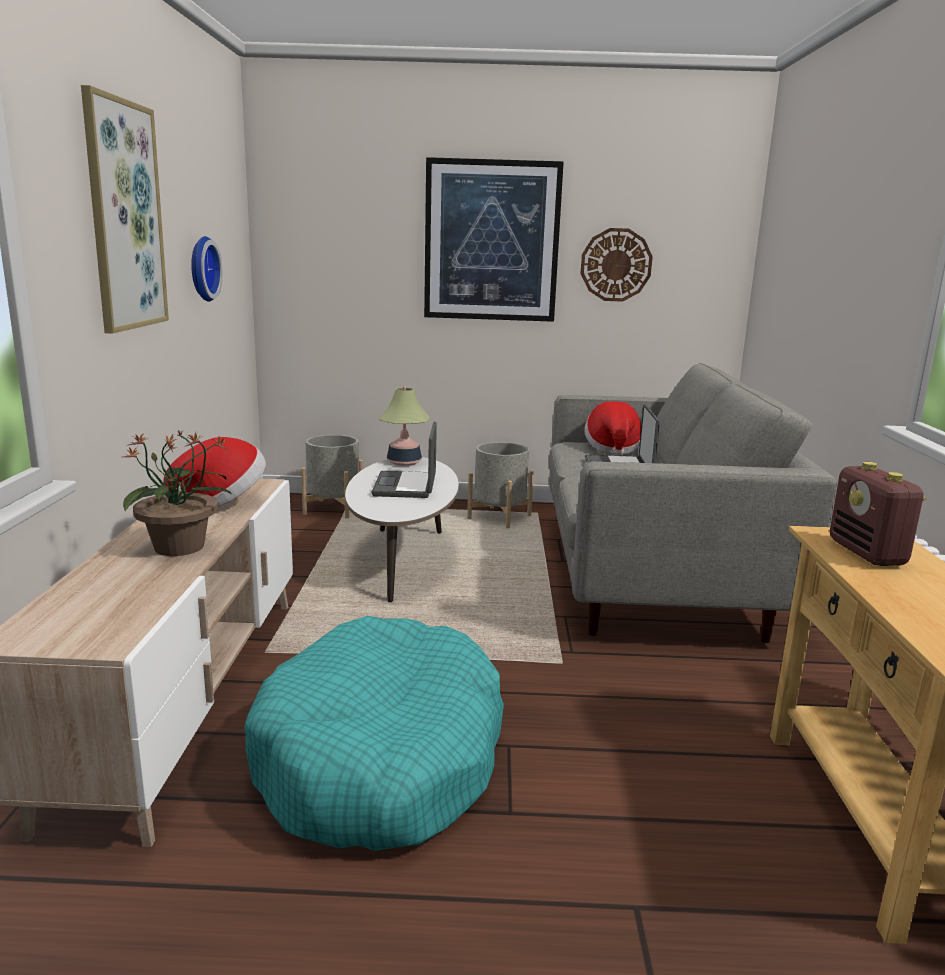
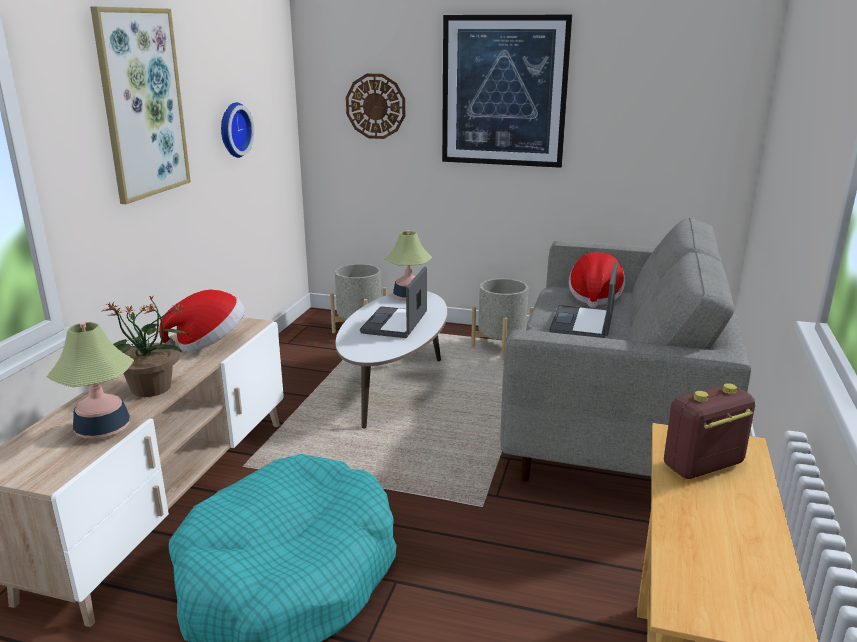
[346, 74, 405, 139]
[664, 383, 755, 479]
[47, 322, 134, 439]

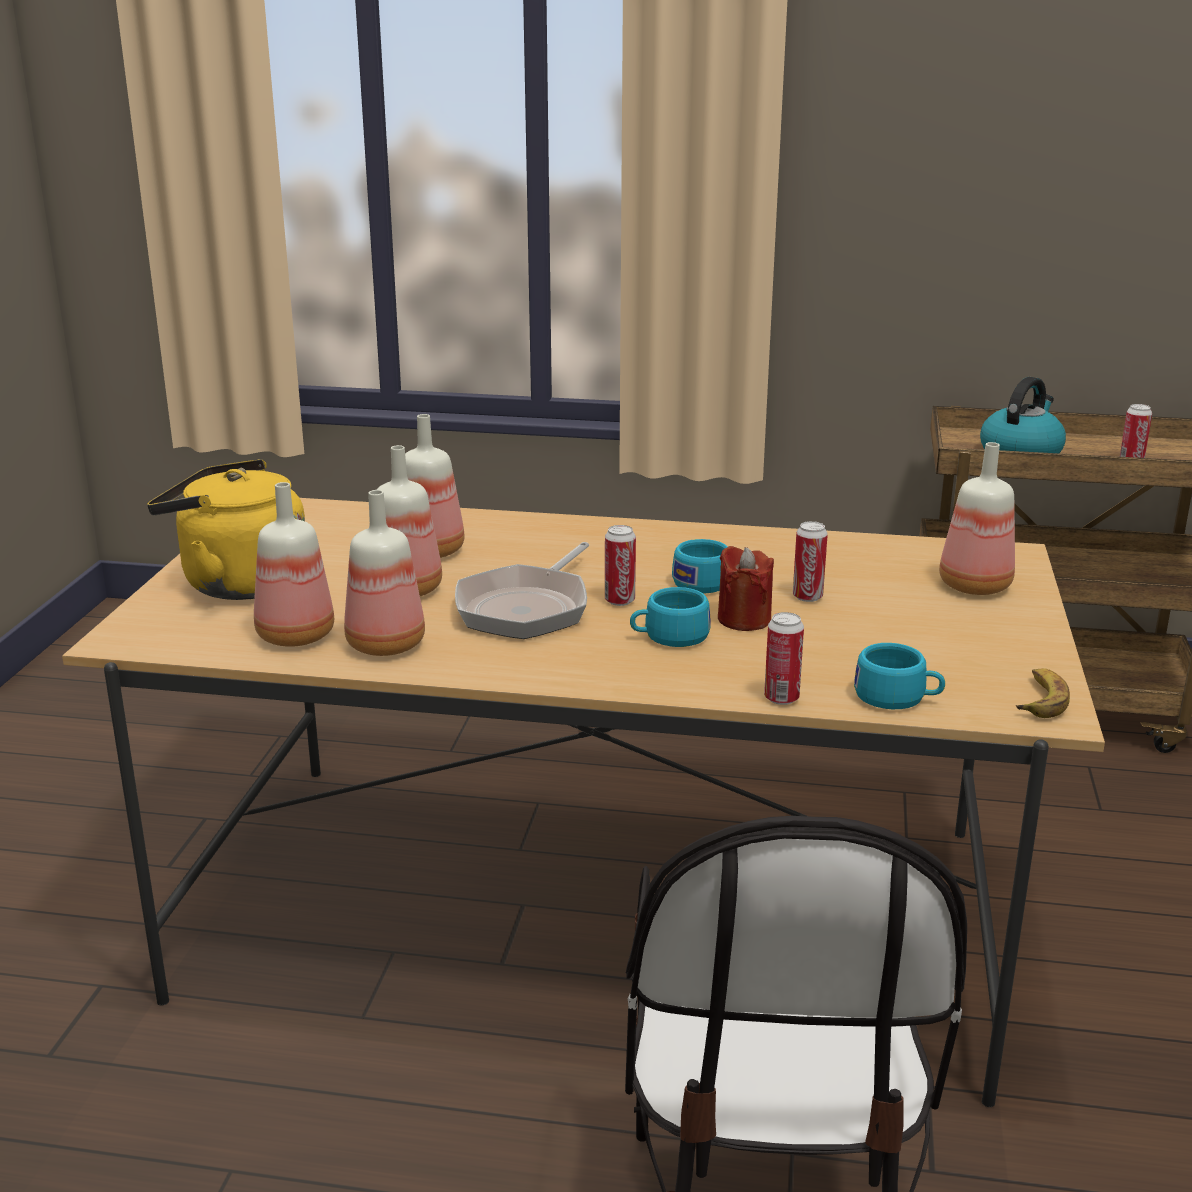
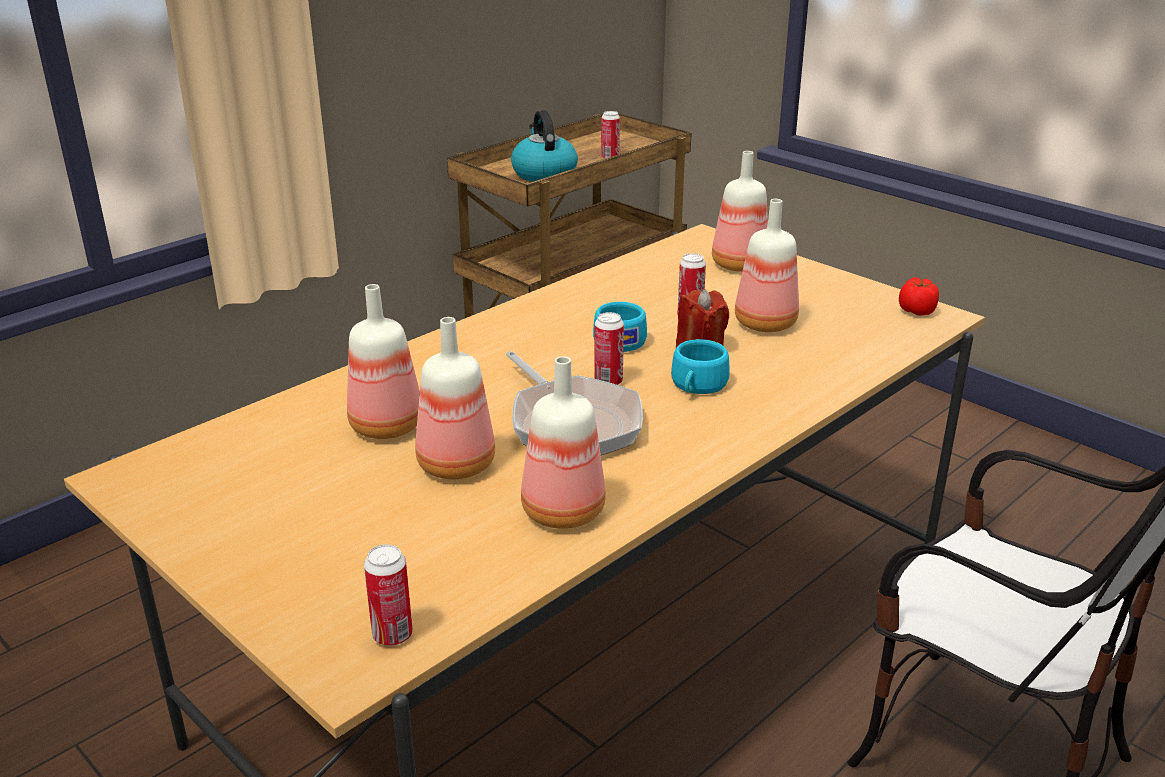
[147, 459, 305, 600] (first image)
[735, 199, 799, 332]
[364, 544, 413, 646]
[854, 643, 945, 709] (first image)
[899, 277, 939, 315]

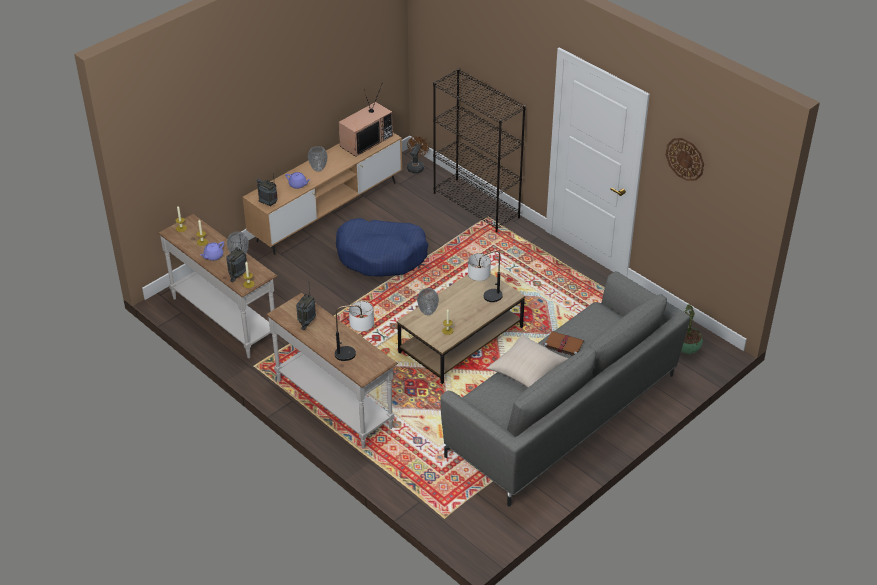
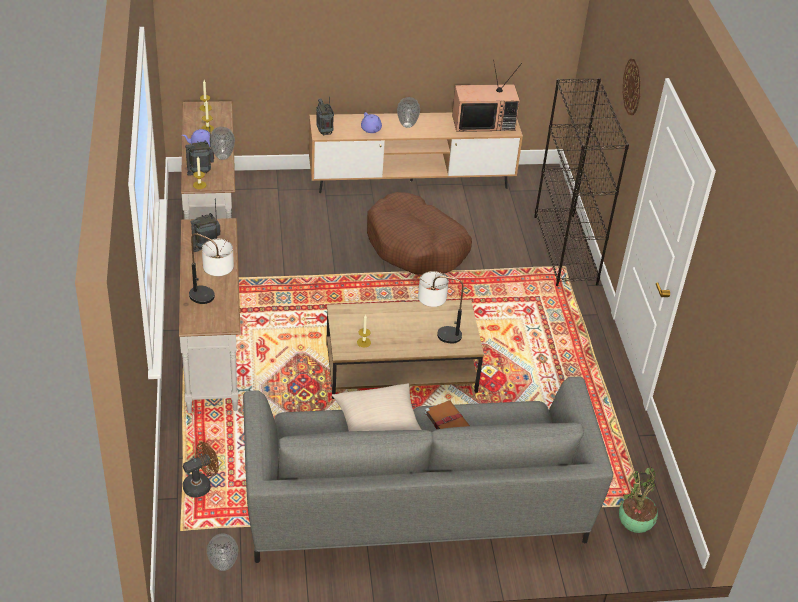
[367, 192, 472, 275]
[183, 442, 219, 498]
[207, 533, 238, 571]
[623, 59, 641, 115]

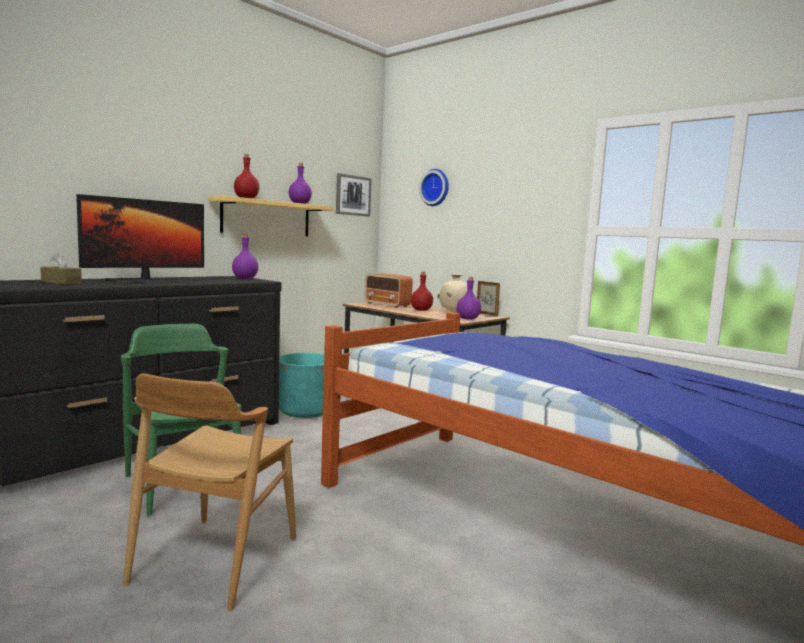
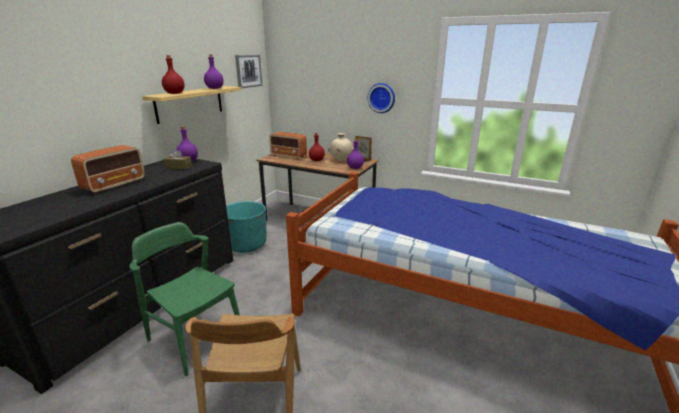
[163, 149, 192, 169]
[71, 145, 145, 194]
[368, 83, 395, 113]

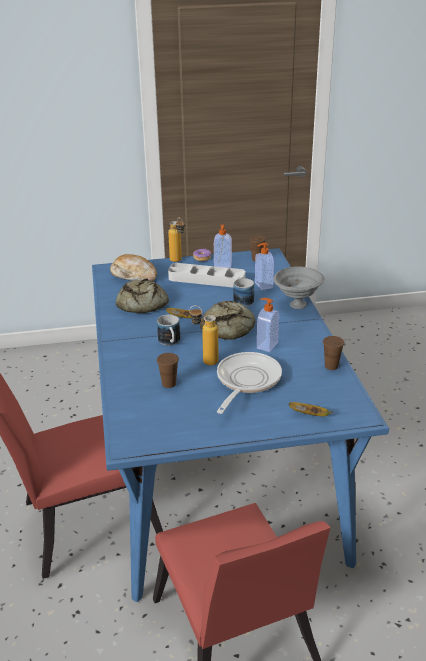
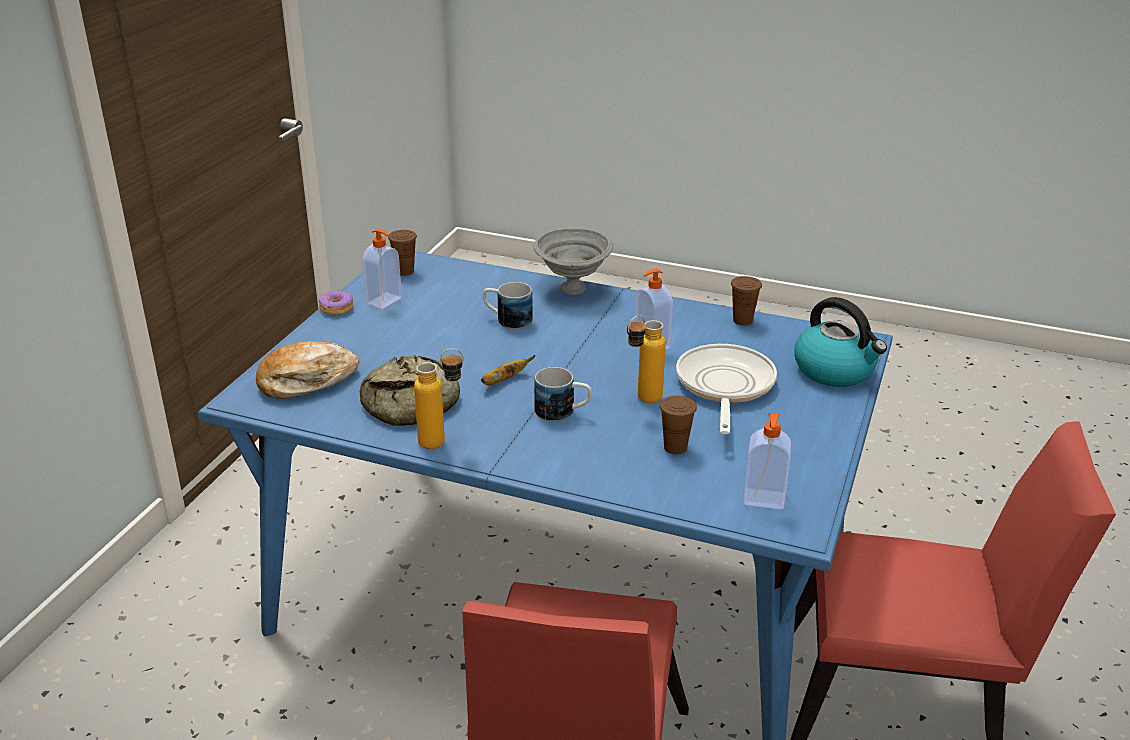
[414, 349, 464, 449]
[168, 263, 246, 288] (first image)
[200, 301, 256, 340] (first image)
[676, 344, 777, 434]
[743, 413, 791, 509]
[794, 297, 887, 387]

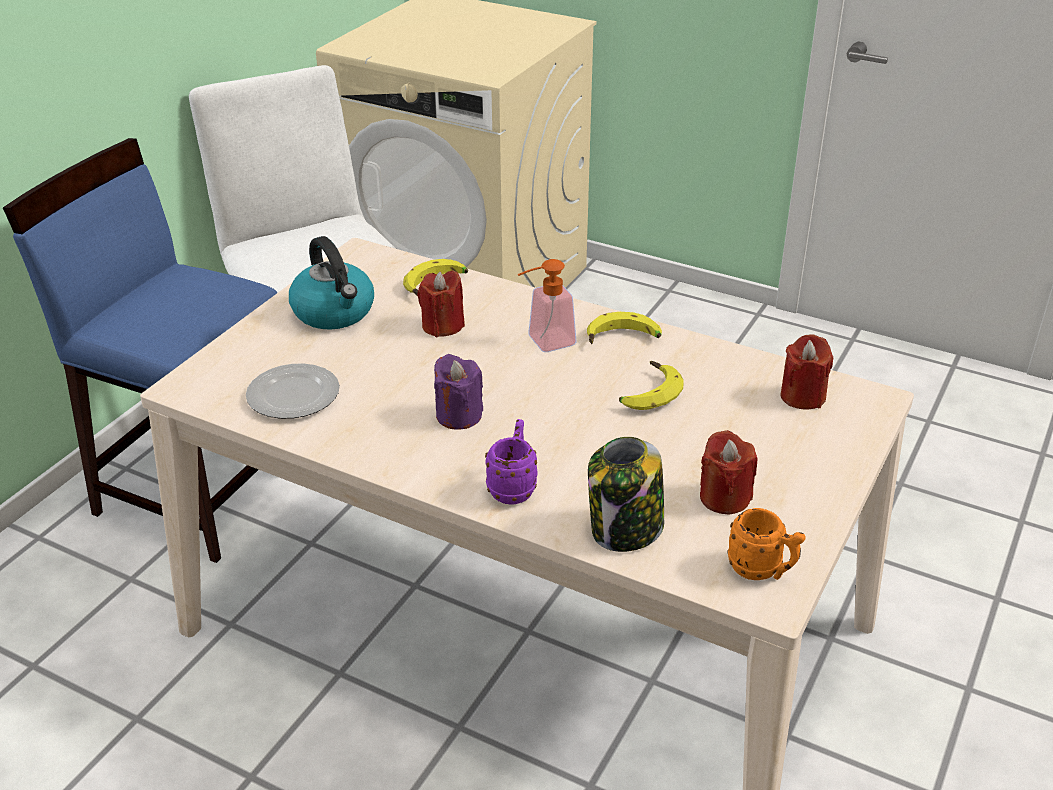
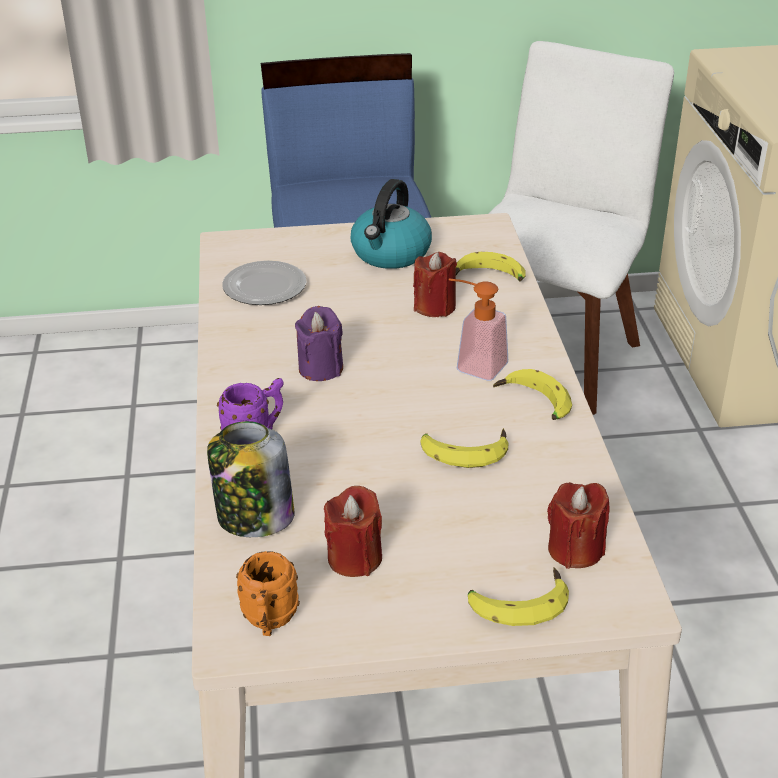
[468, 567, 569, 626]

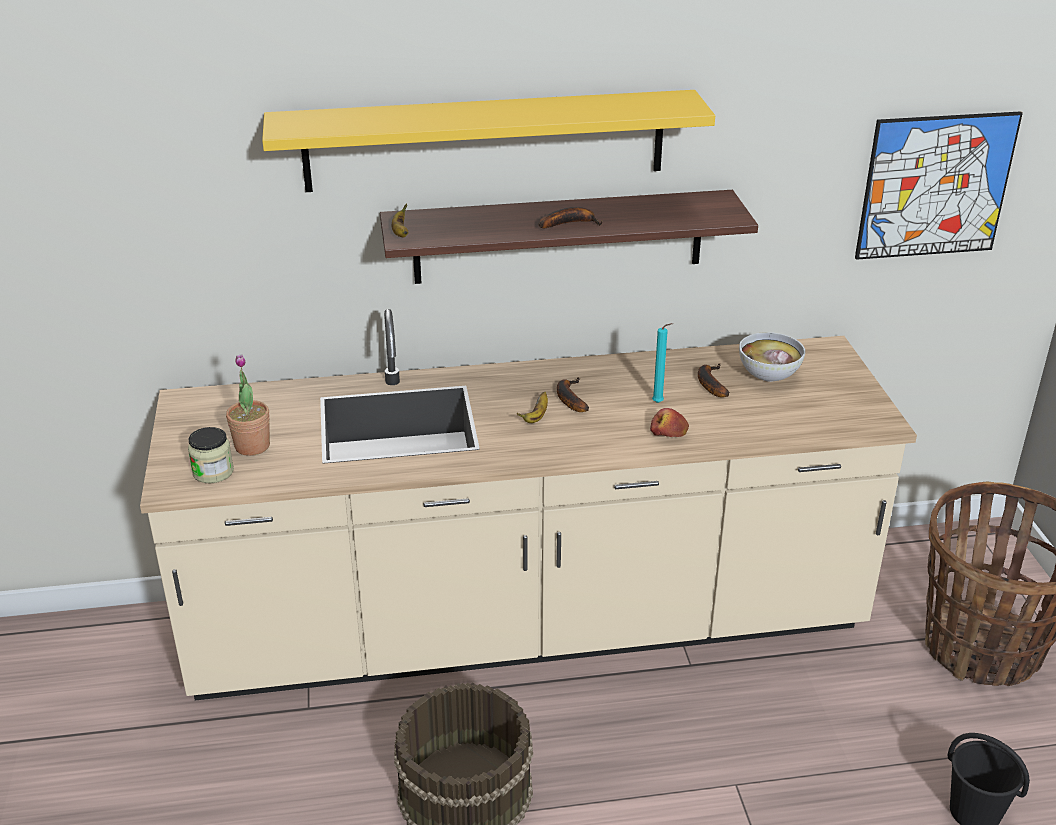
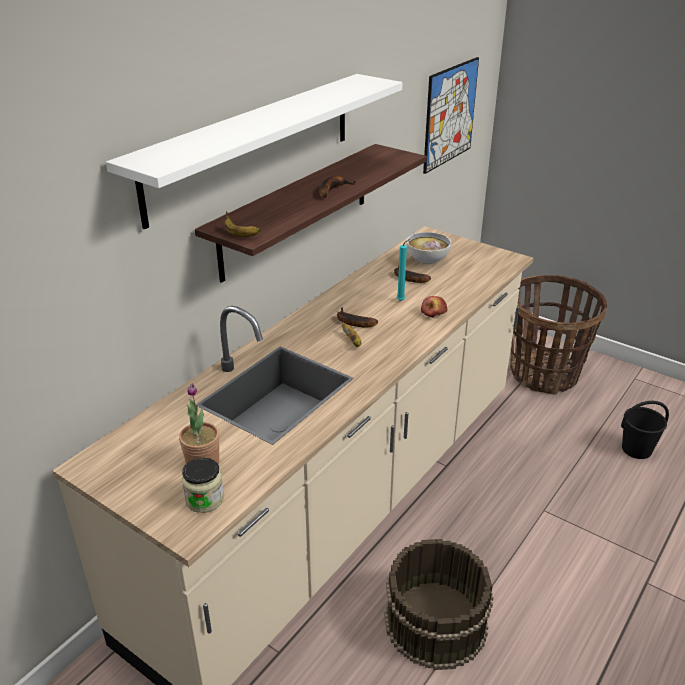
[106, 74, 402, 229]

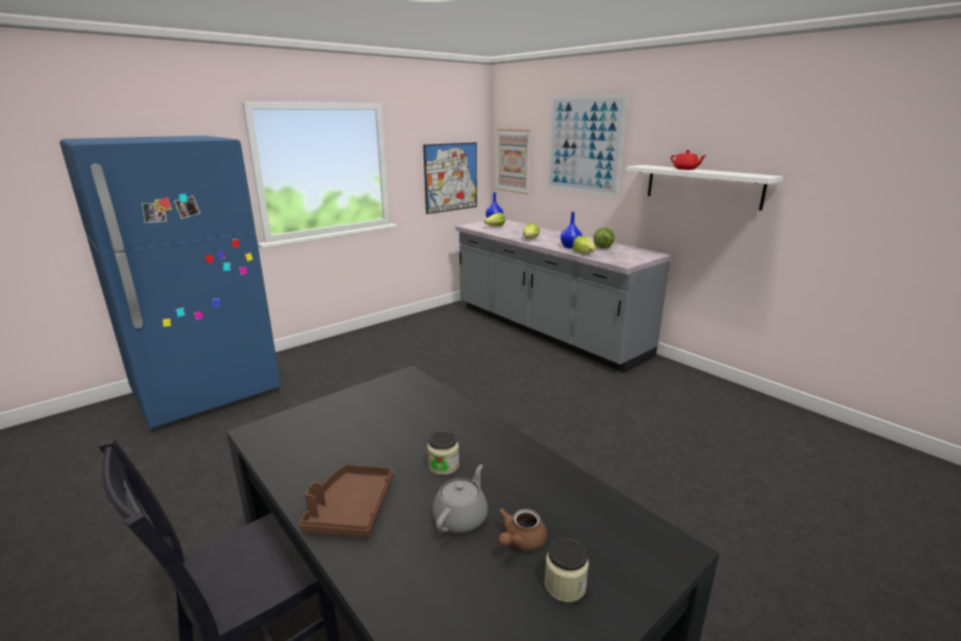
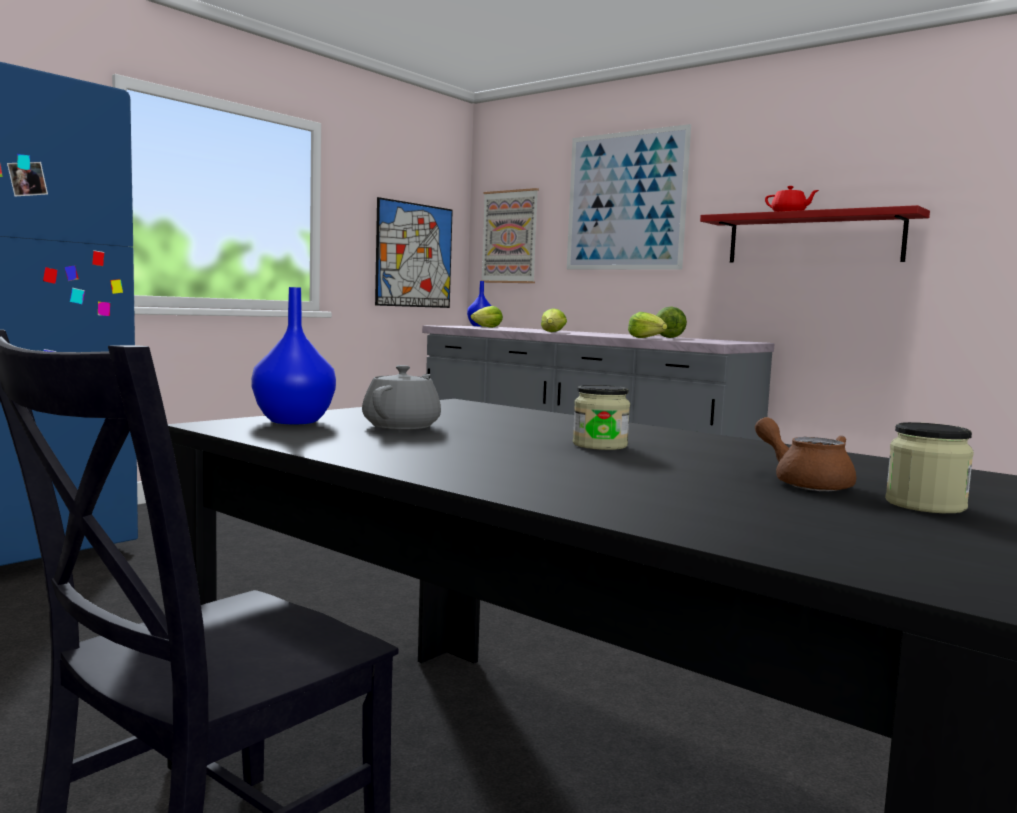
[299, 465, 394, 537] (first image)
[362, 365, 441, 430]
[755, 417, 856, 491]
[251, 287, 336, 425]
[700, 205, 930, 263]

